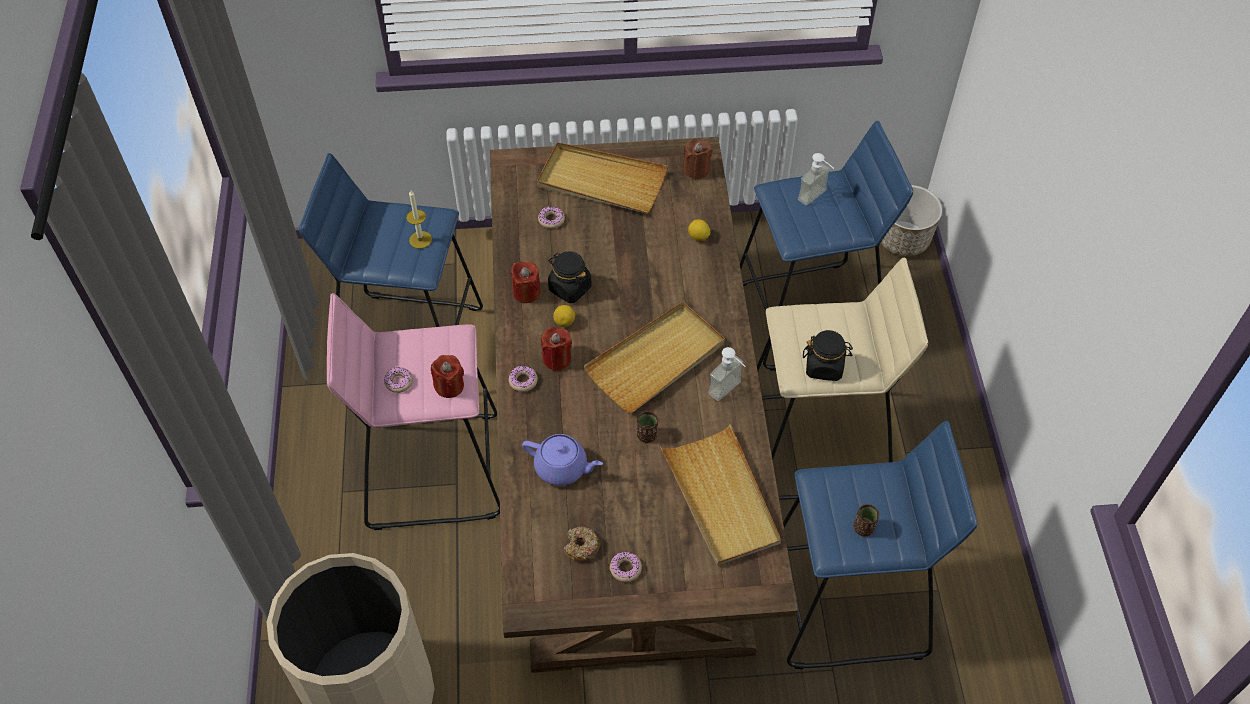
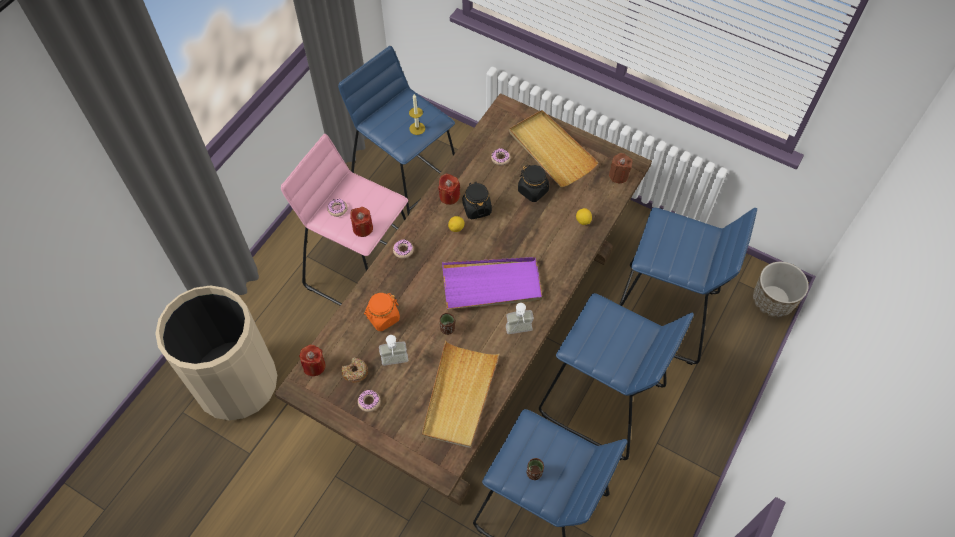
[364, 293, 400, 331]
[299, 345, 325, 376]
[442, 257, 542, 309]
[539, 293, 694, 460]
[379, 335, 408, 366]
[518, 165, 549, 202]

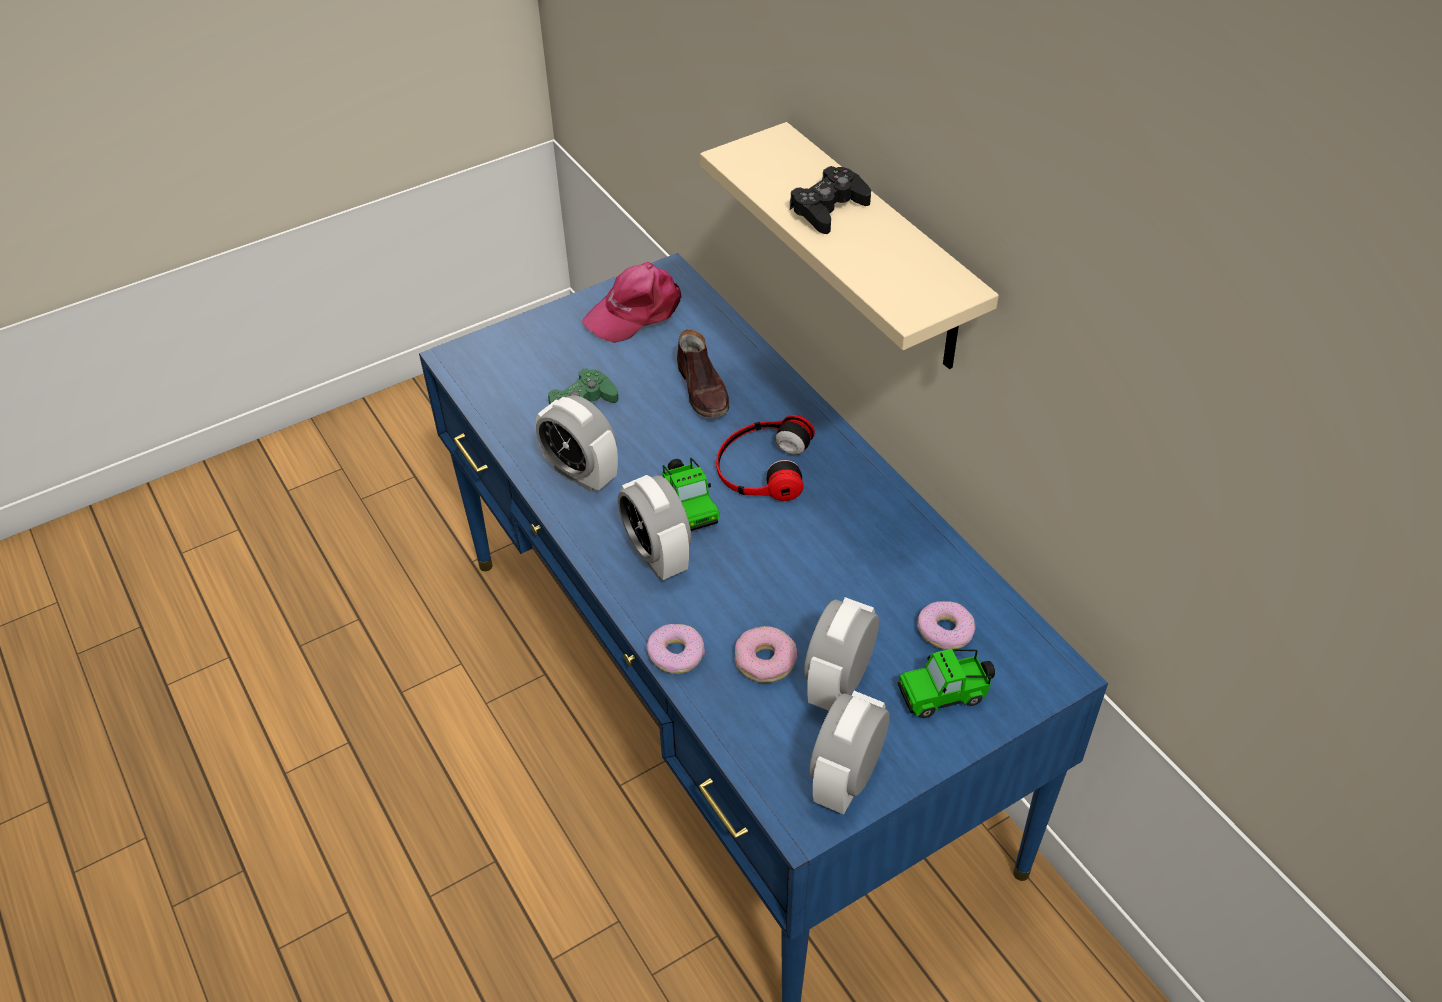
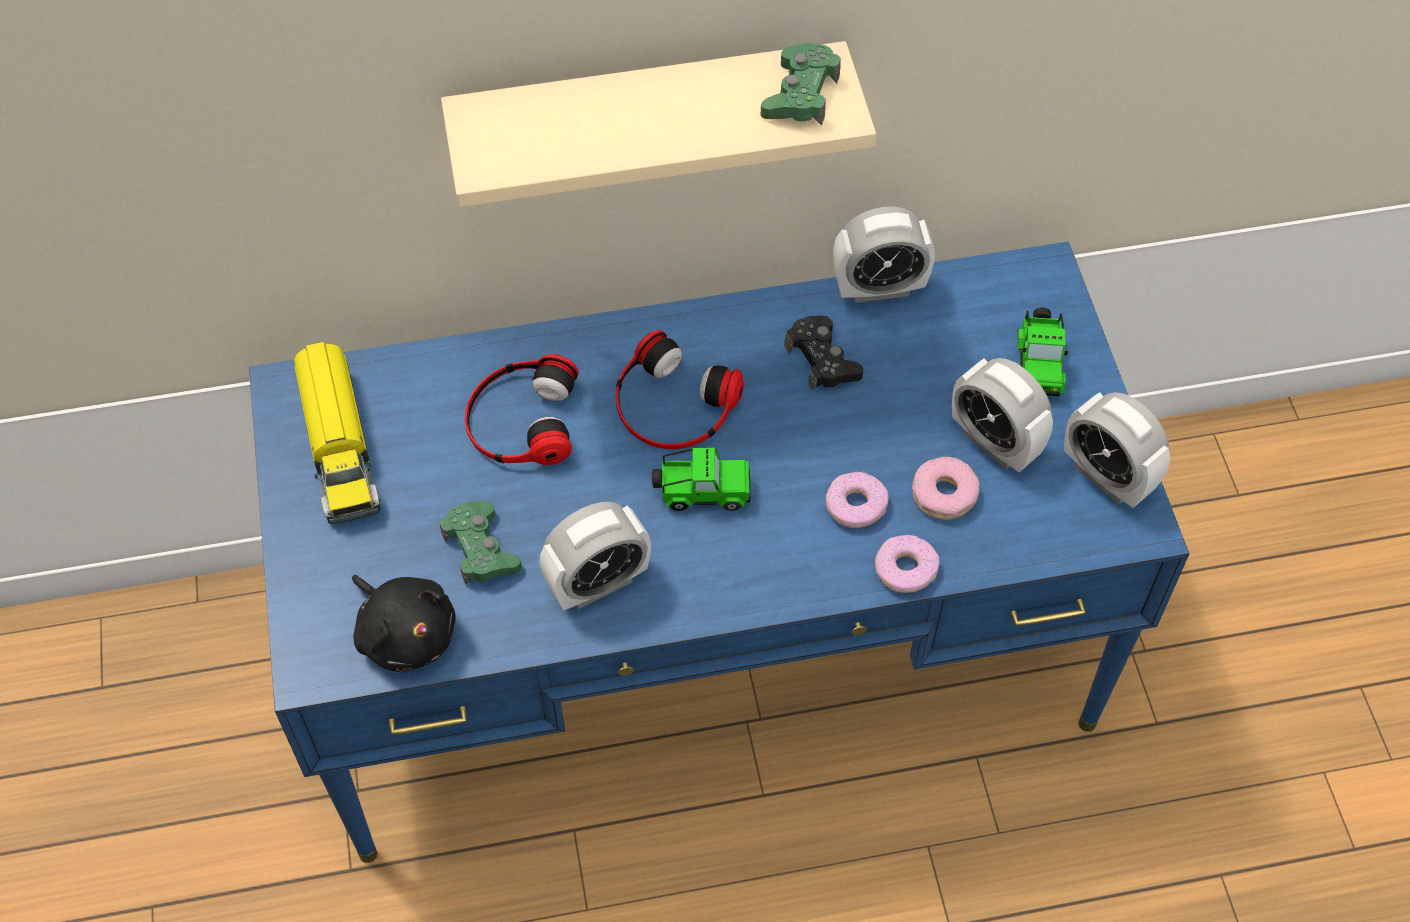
[294, 342, 381, 524]
[833, 206, 935, 303]
[465, 354, 579, 465]
[784, 316, 863, 391]
[826, 472, 889, 528]
[352, 575, 456, 672]
[761, 43, 841, 126]

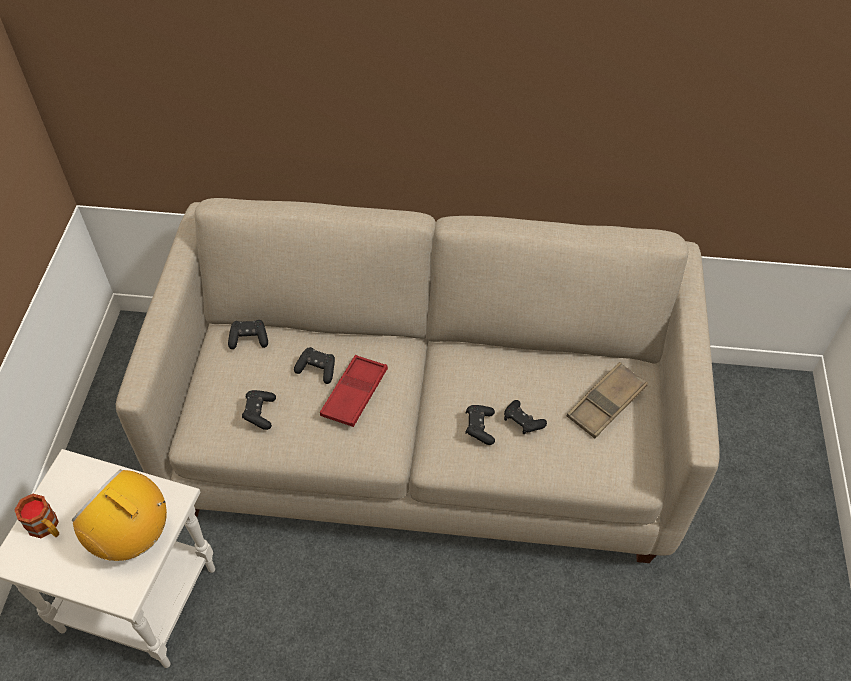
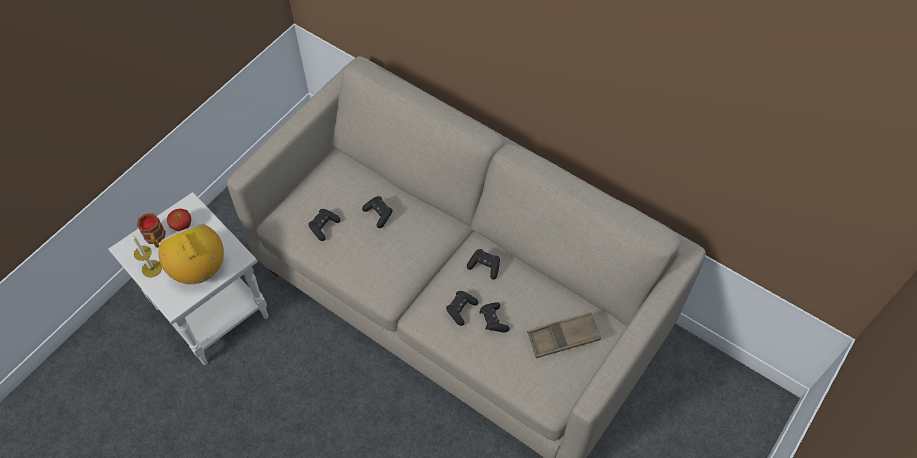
[467, 249, 500, 280]
[320, 355, 388, 427] (first image)
[131, 235, 162, 278]
[167, 209, 191, 232]

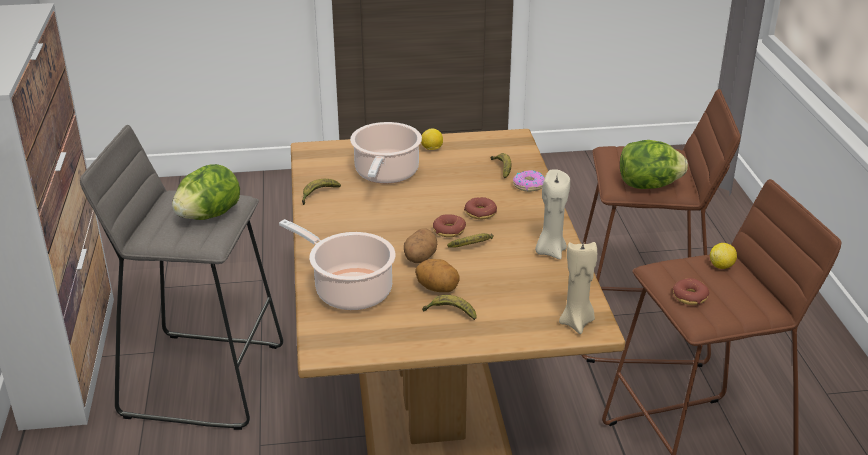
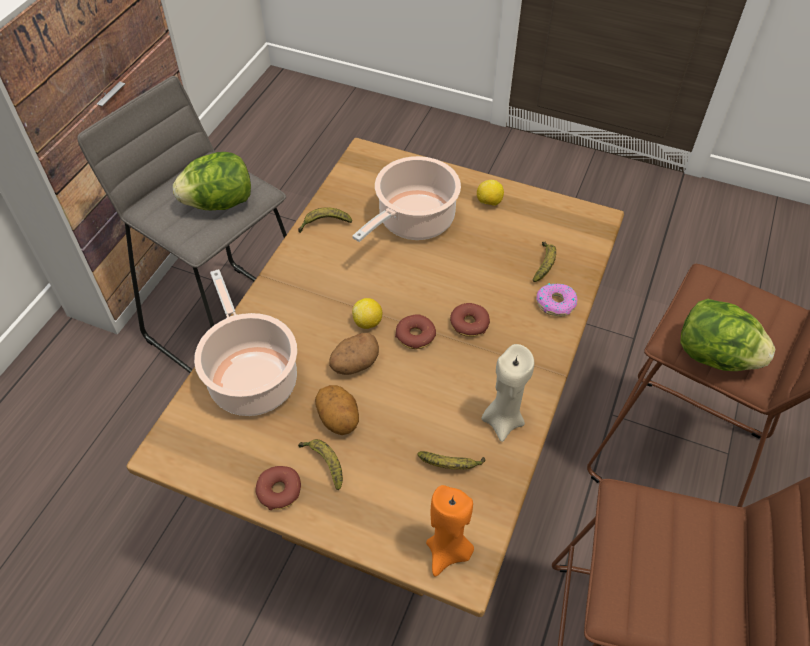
[417, 451, 485, 470]
[426, 485, 474, 577]
[255, 466, 301, 510]
[352, 298, 382, 329]

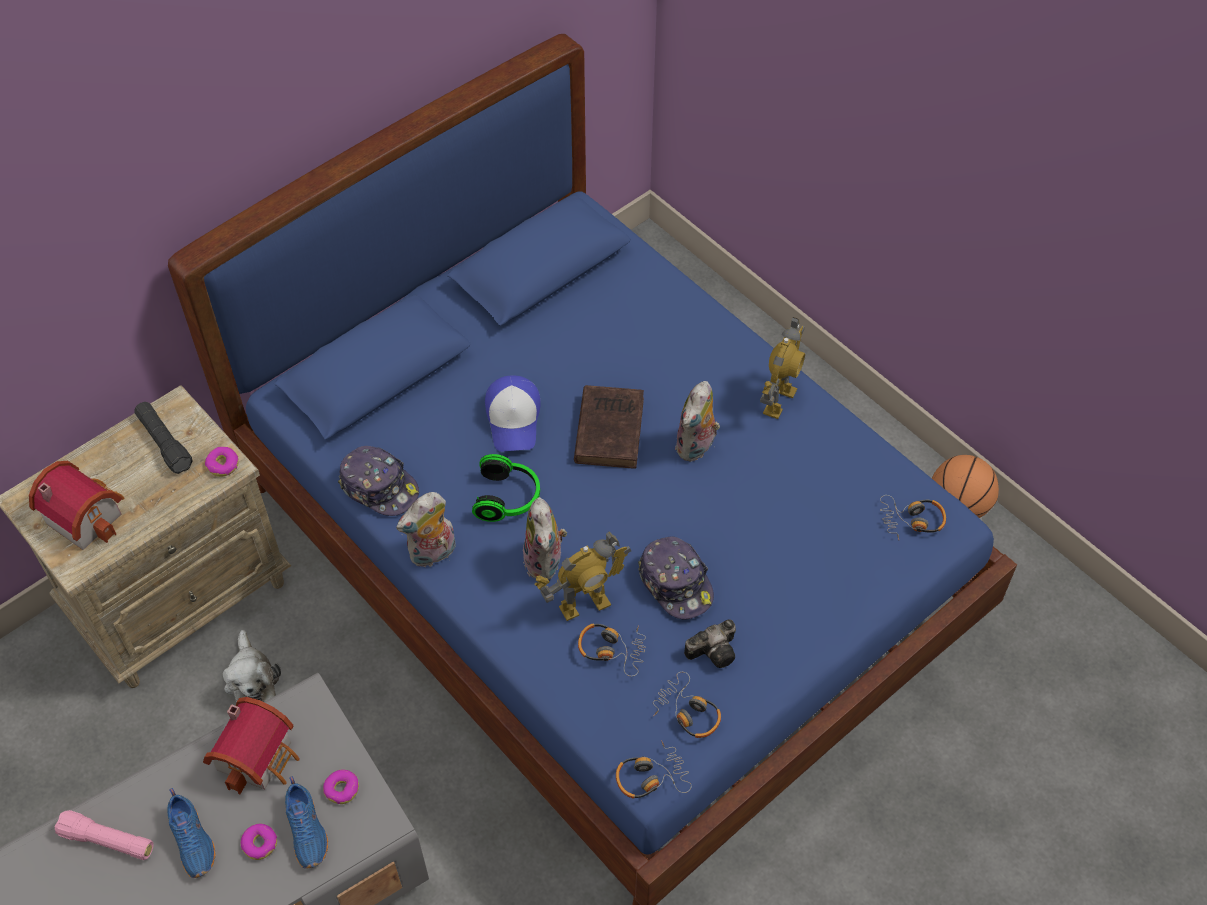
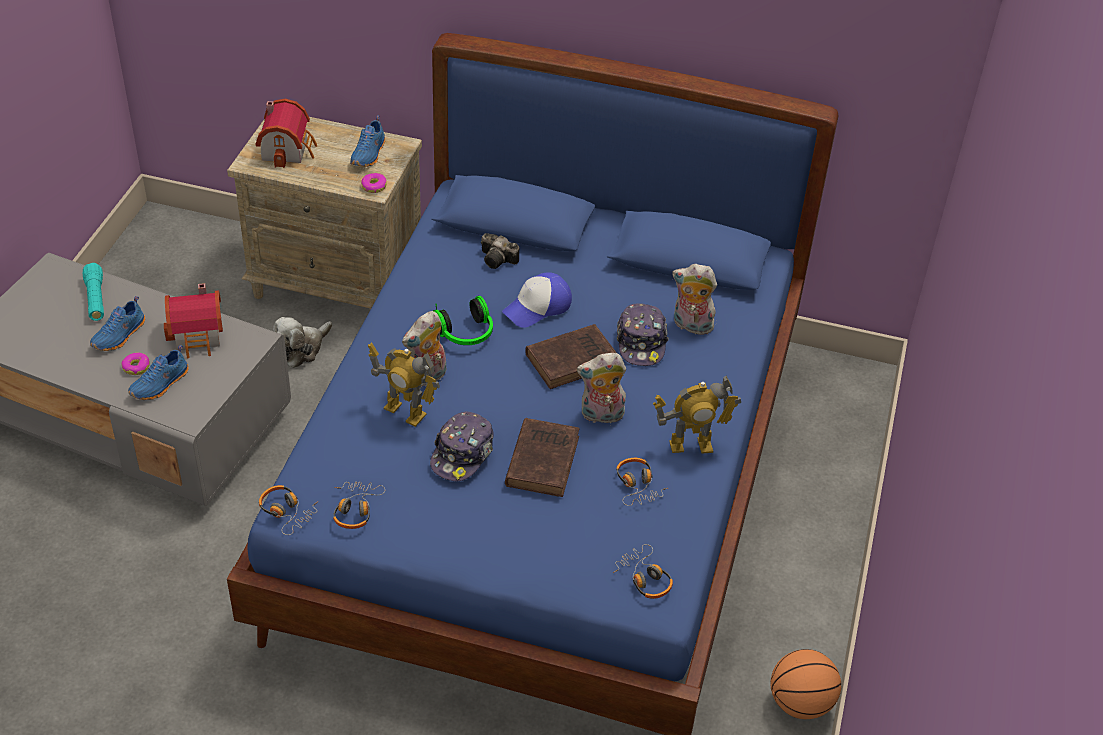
[83, 263, 104, 321]
[350, 115, 385, 167]
[323, 770, 359, 804] (first image)
[617, 303, 669, 366]
[672, 264, 717, 335]
[616, 458, 668, 506]
[481, 233, 519, 269]
[505, 418, 580, 497]

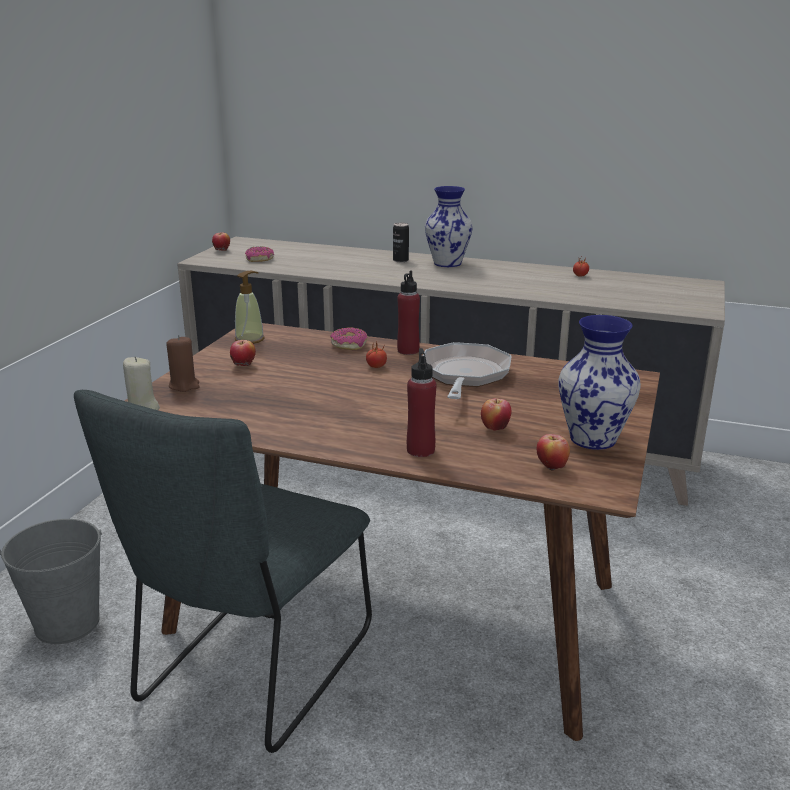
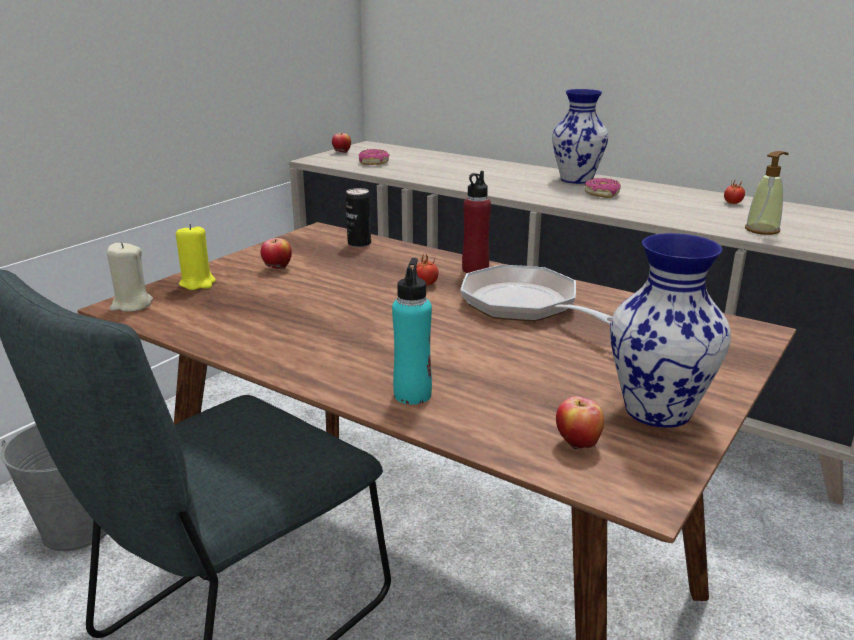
[176, 224, 216, 290]
[745, 151, 789, 235]
[585, 178, 621, 198]
[346, 188, 371, 247]
[392, 258, 432, 405]
[461, 265, 612, 324]
[481, 398, 512, 431] (first image)

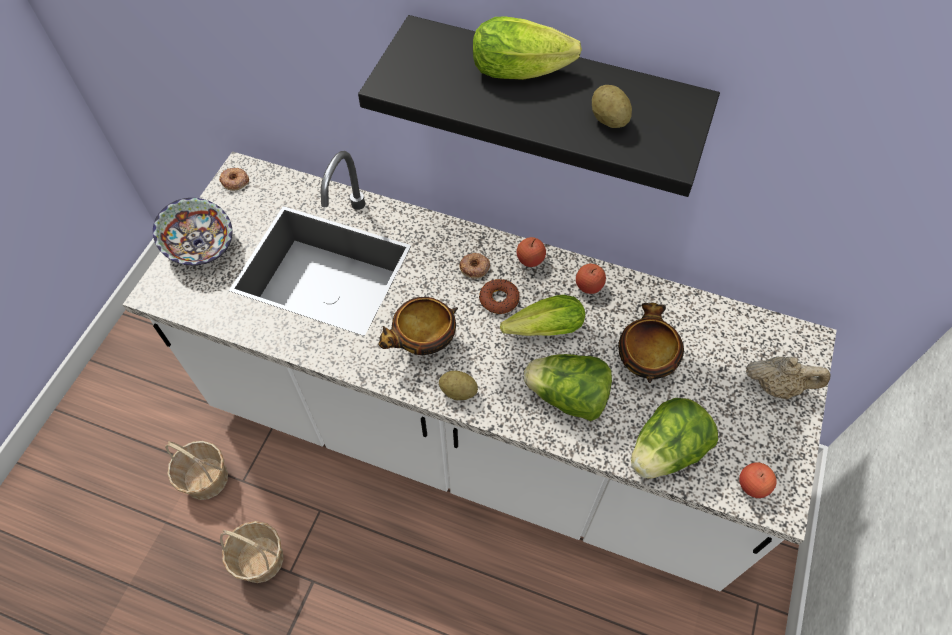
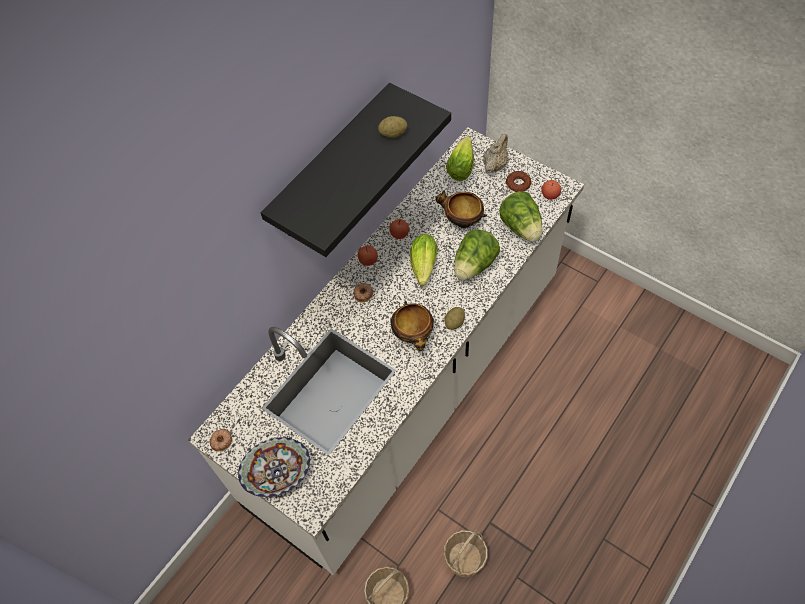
[446, 137, 474, 181]
[506, 171, 532, 192]

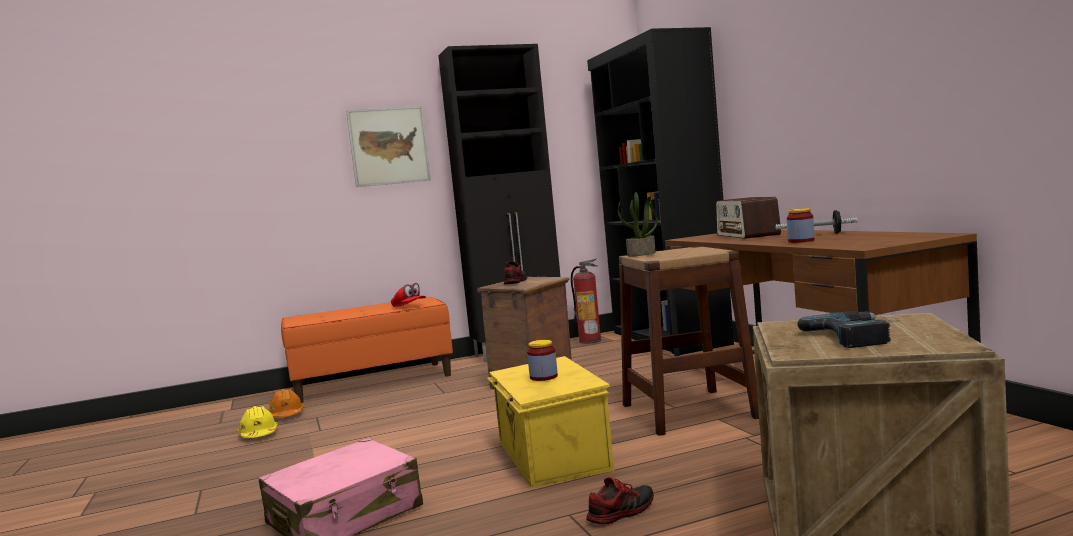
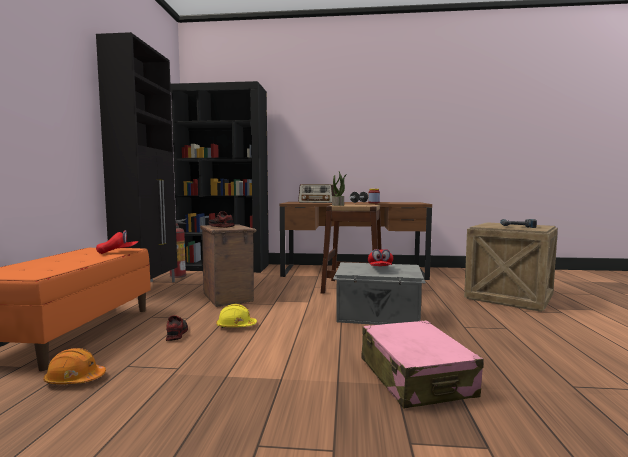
[216, 304, 257, 328]
[346, 106, 431, 187] (first image)
[333, 262, 426, 325]
[368, 249, 393, 266]
[166, 315, 188, 341]

